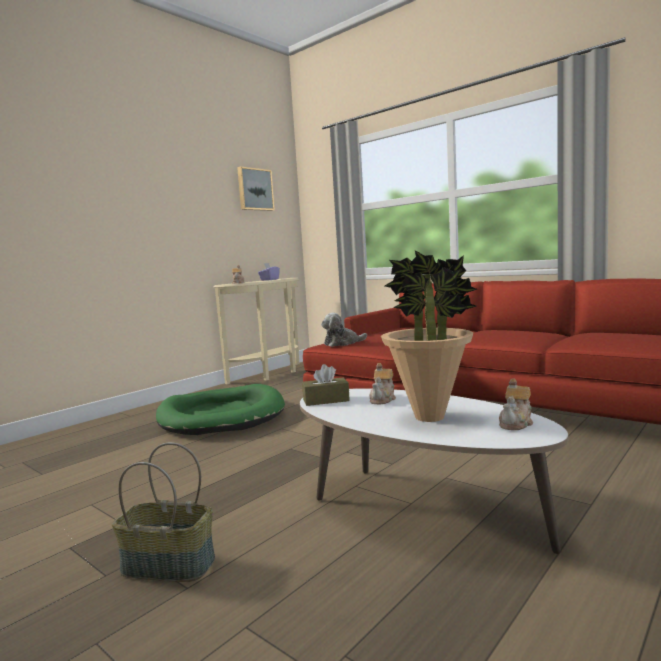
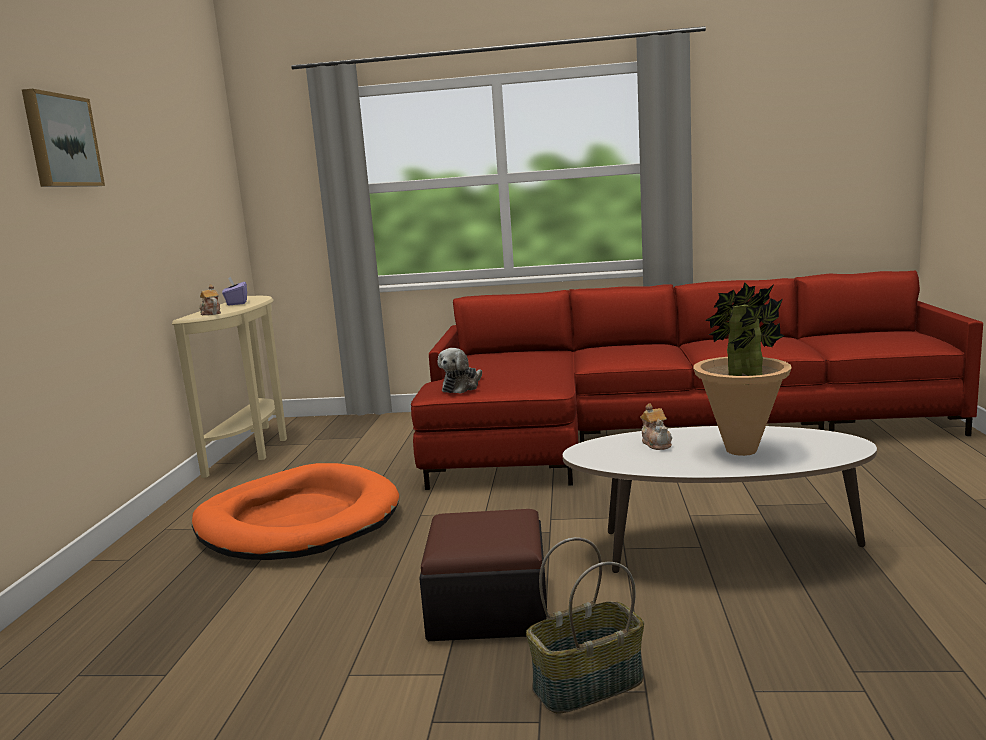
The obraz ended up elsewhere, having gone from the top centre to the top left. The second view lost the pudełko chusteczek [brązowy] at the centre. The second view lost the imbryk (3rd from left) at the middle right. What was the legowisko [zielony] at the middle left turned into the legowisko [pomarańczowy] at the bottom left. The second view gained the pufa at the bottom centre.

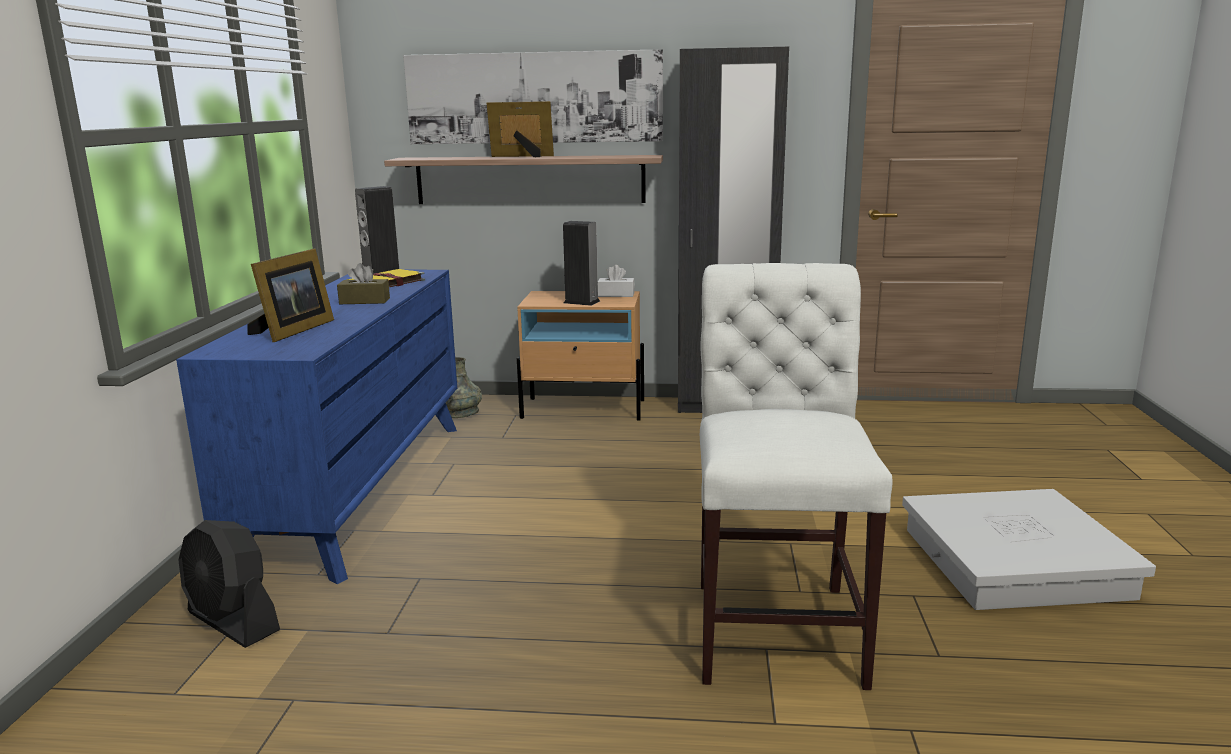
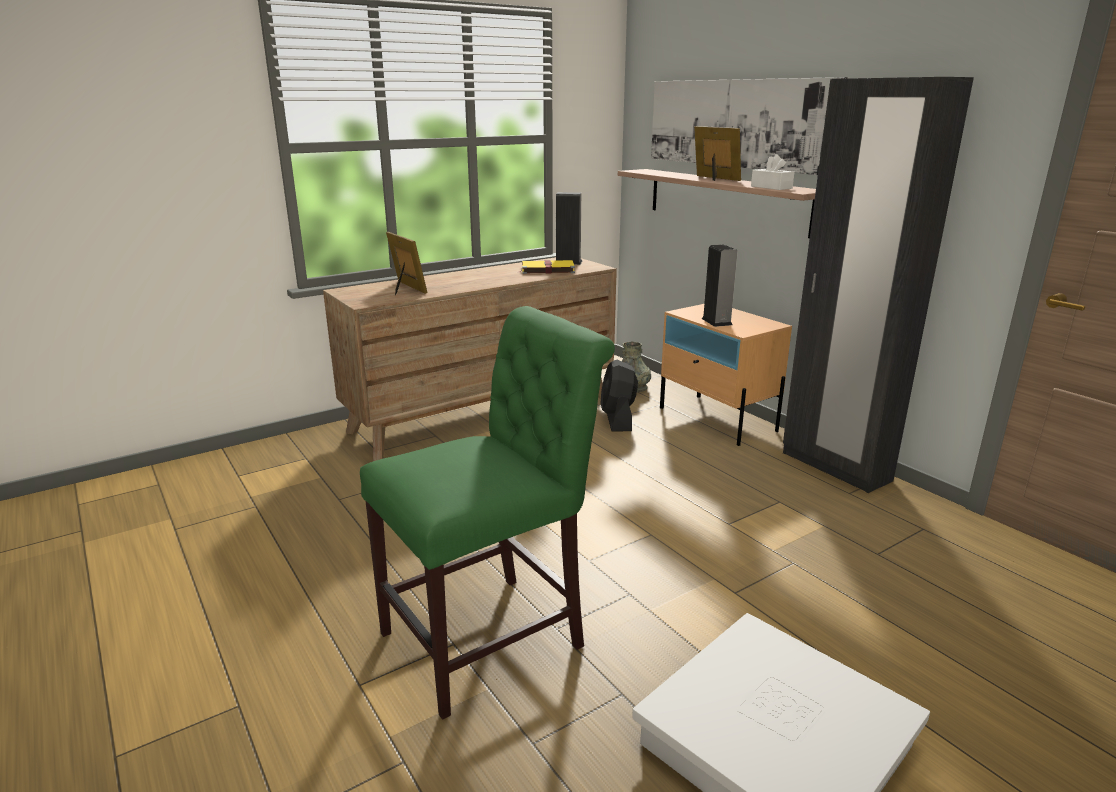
The ramka na zdjęcie (1st from left) at the middle left ended up facing another way, 105 degrees counterclockwise from before. The second view lost the pudełko chusteczek [brązowy] at the middle left. What was the krzesło [biały] at the centre turned into the krzesło [zielony] at the centre. The pudełko chusteczek [biały] ended up elsewhere, having gone from the centre to the top right. What was the komoda [niebieski] at the middle left turned into the komoda [brązowy] at the centre. The wentylator [czarny] ended up elsewhere, having gone from the bottom left to the centre.

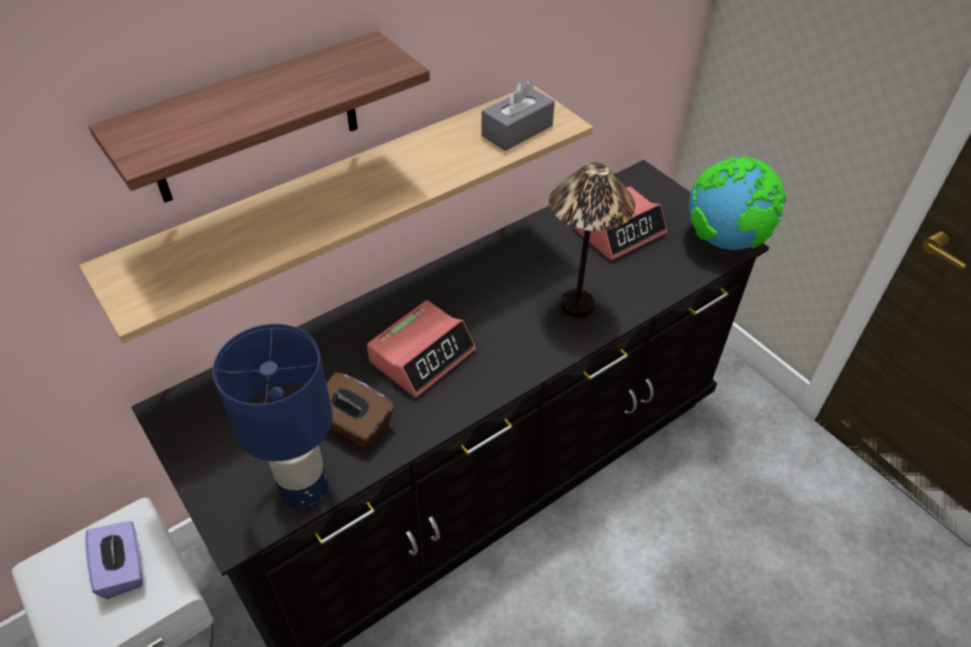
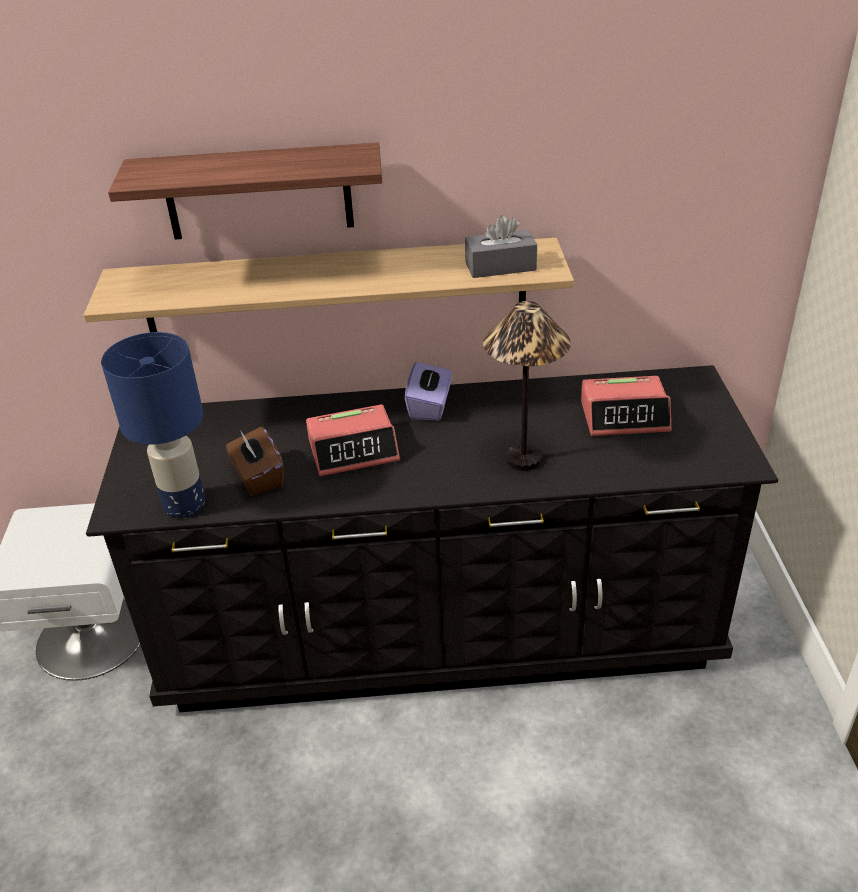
The second view lost the globus at the top right. The pudełko chusteczek [fioletowy] ended up elsewhere, having gone from the bottom left to the centre.

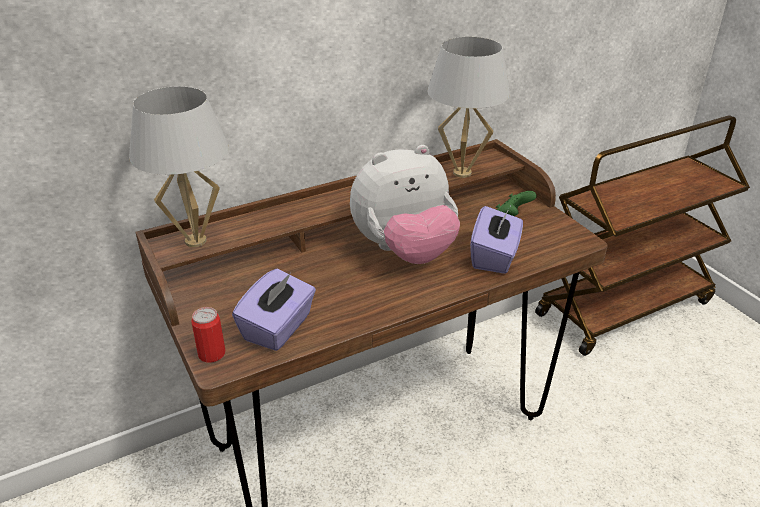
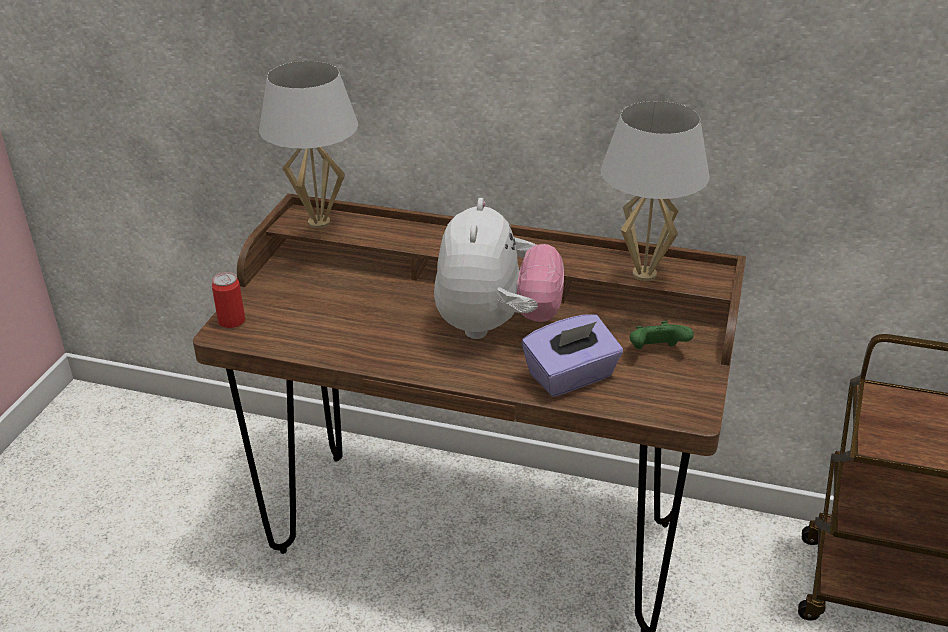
The pluszak at the centre ended up facing another way, 105 degrees counterclockwise from before. The second view lost the pudełko chusteczek [fioletowy] (1st from left) at the centre.

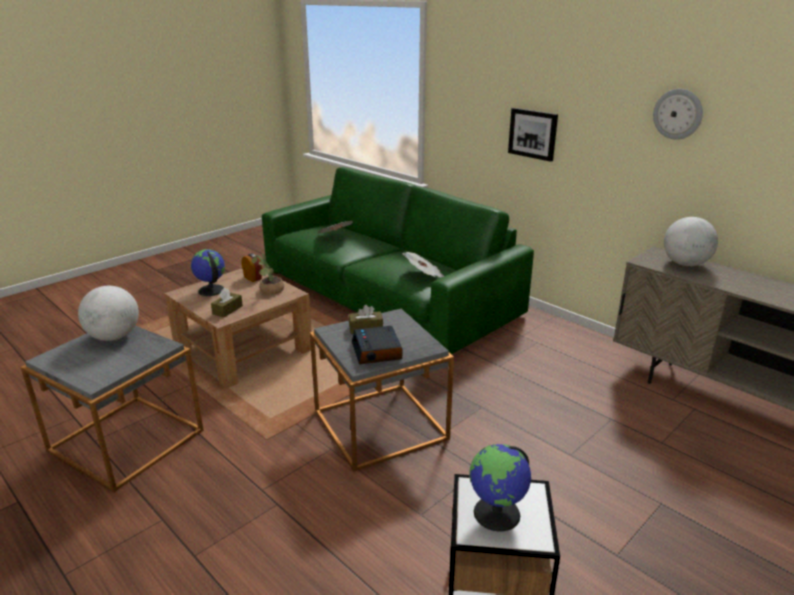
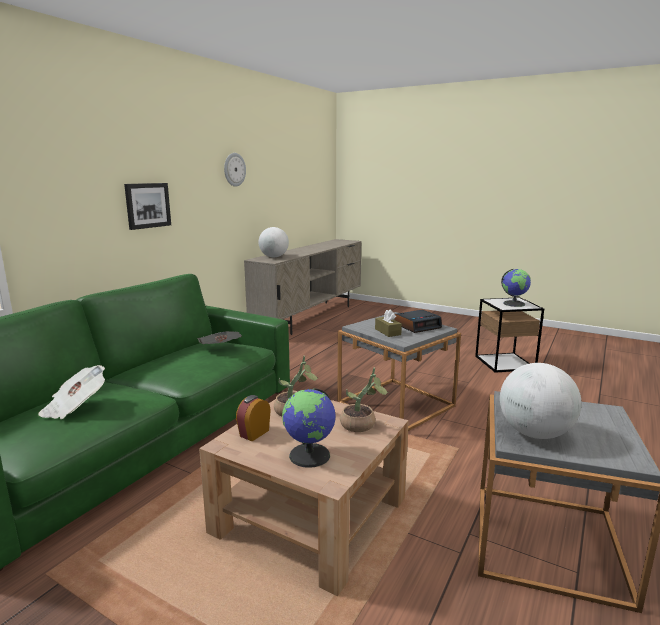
Where the pudełko chusteczek [brązowy] (1st from left) stood at the middle left, the roślina doniczkowa (2nd from left) came to stand at the centre.

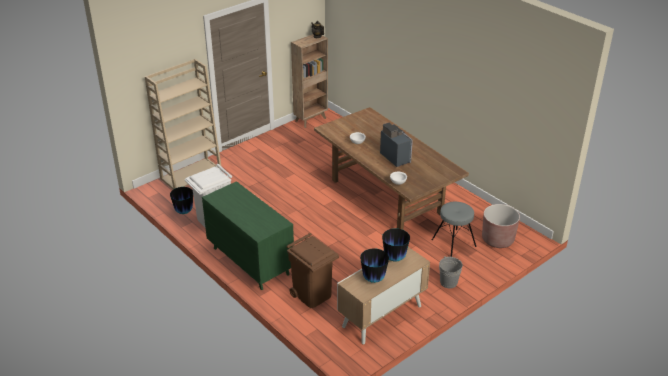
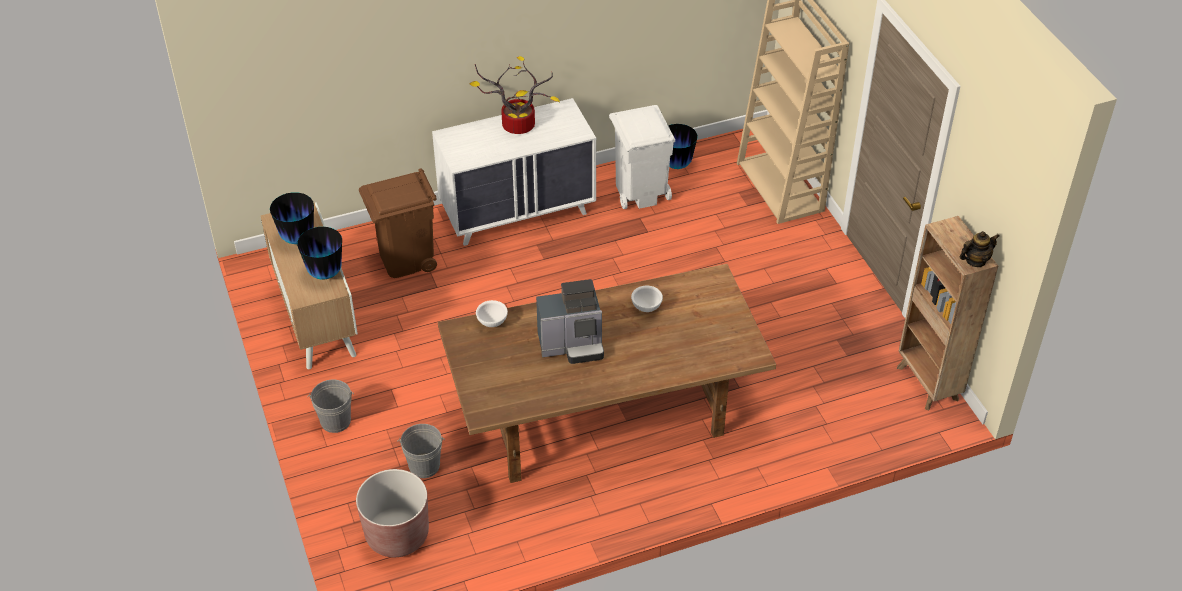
What was the komoda [zielony] at the centre turned into the komoda [biały] at the top centre. Where the stołek [szary] stood at the middle right, the wiadro [szary] (2nd from left) came to stand at the bottom centre. The second view gained the roślina doniczkowa at the top centre.

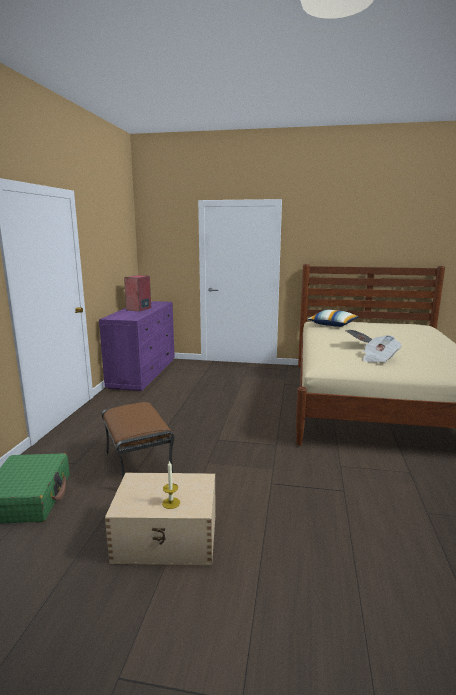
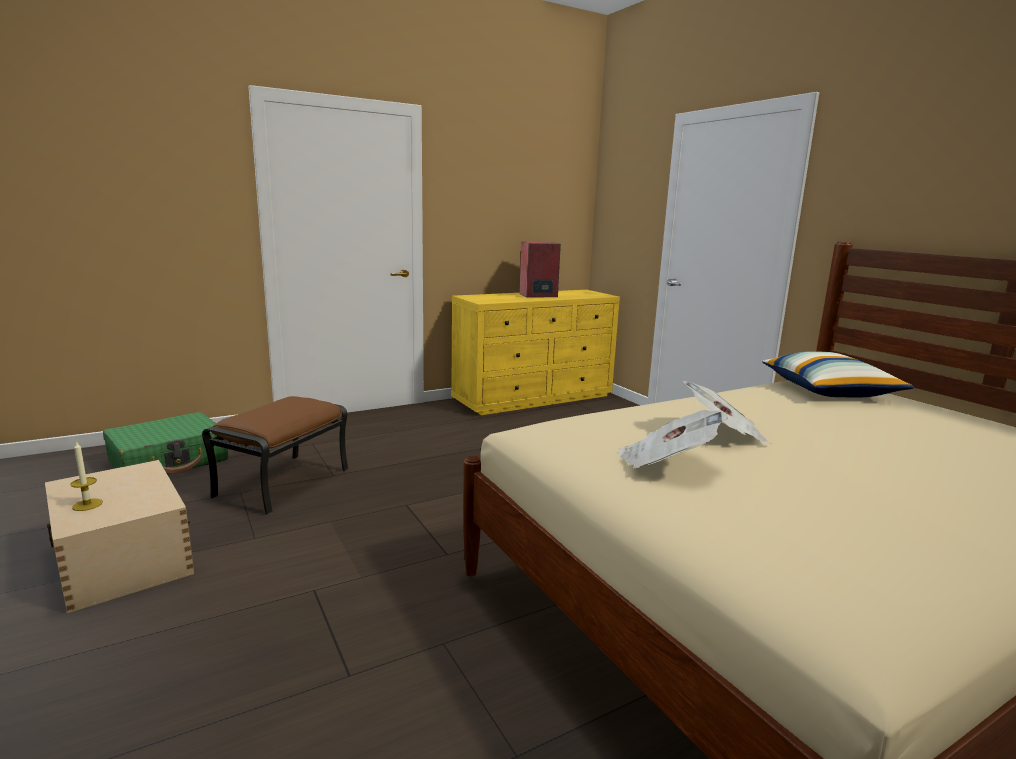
What was the komoda [fioletowy] at the middle left turned into the komoda [żółty] at the centre.

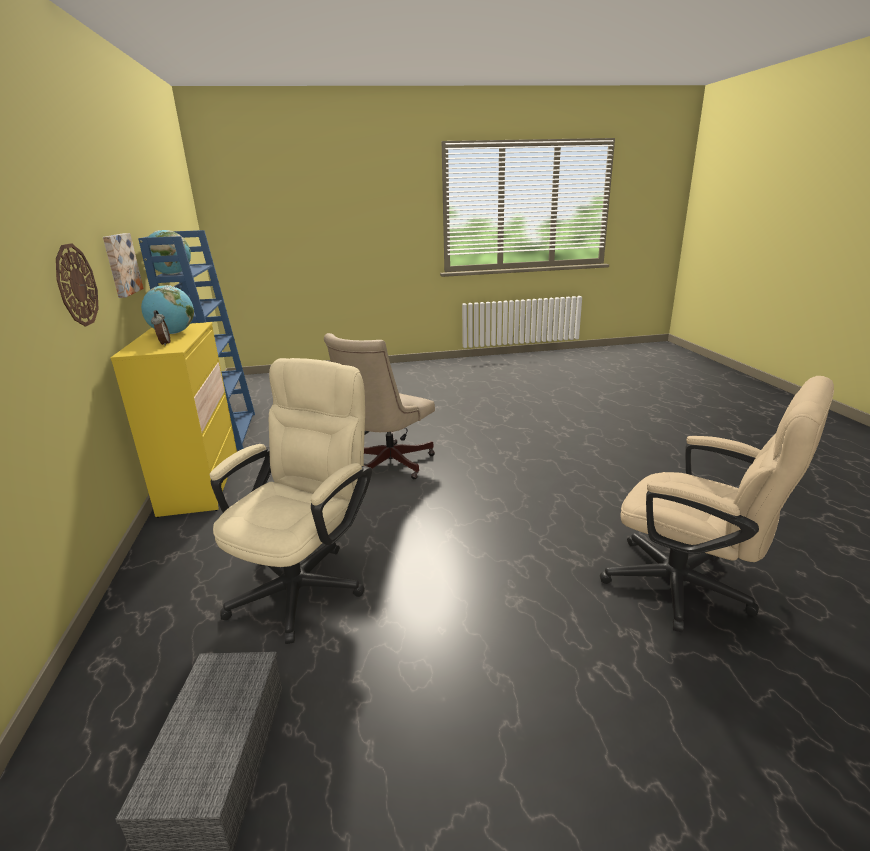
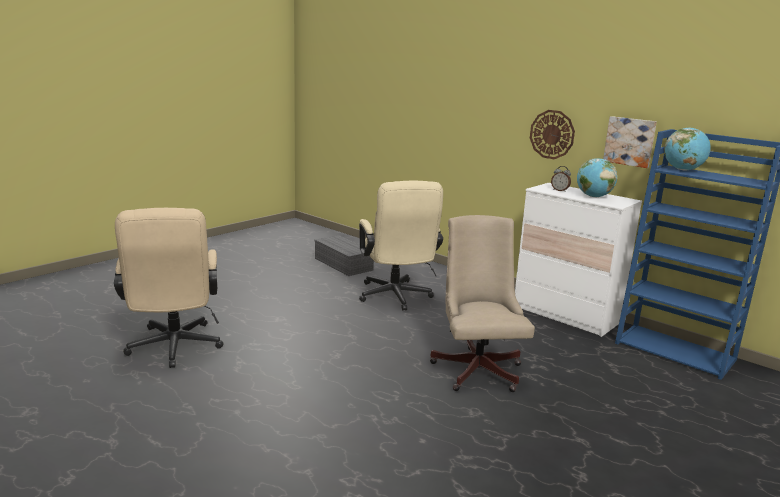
What was the komoda [żółty] at the middle left turned into the komoda [biały] at the middle right. The krzesło biurowe [beżowy] (3rd from left in the first image) at the middle right ended up facing another way, 105 degrees counterclockwise from before.

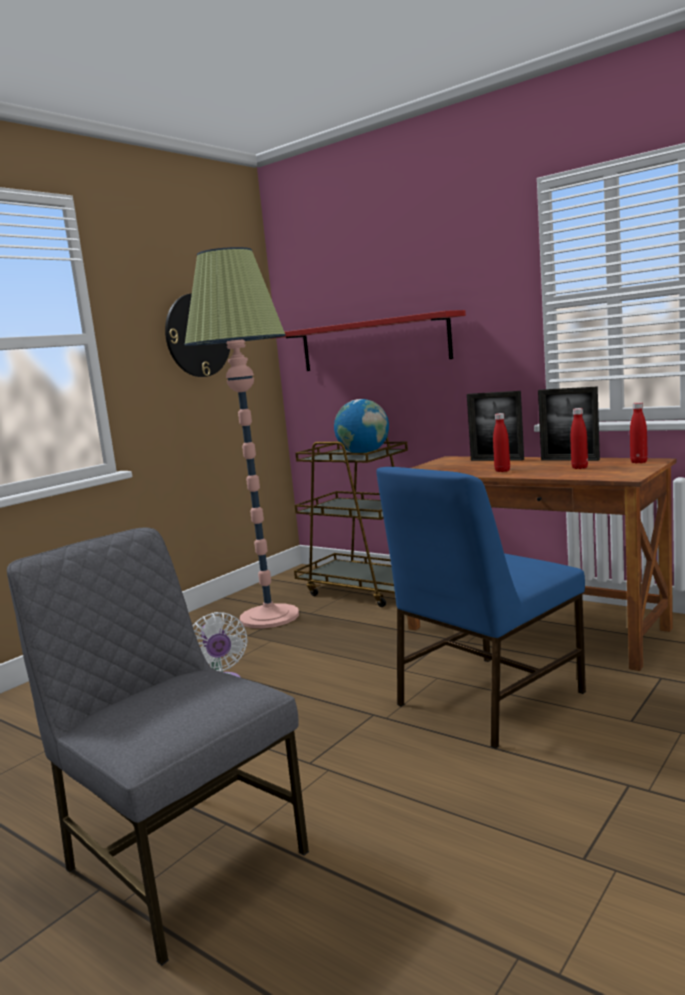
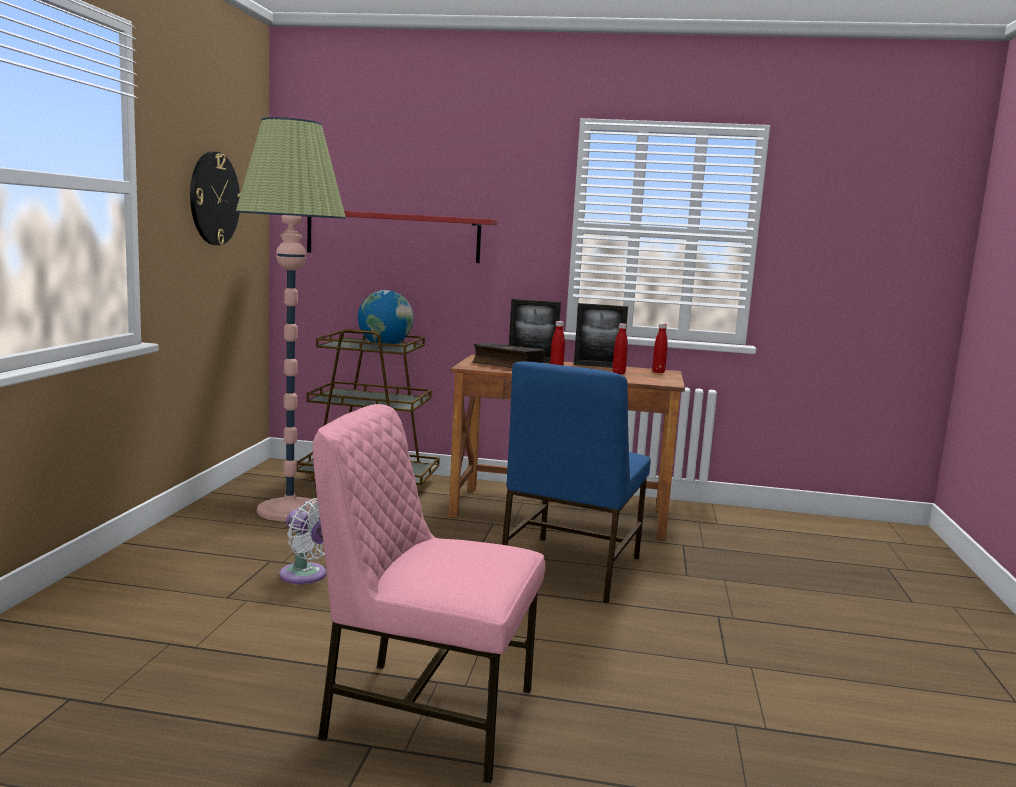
What was the krzesło [szary] at the bottom left turned into the krzesło [różowy] at the bottom centre. The second view gained the książka at the centre.

